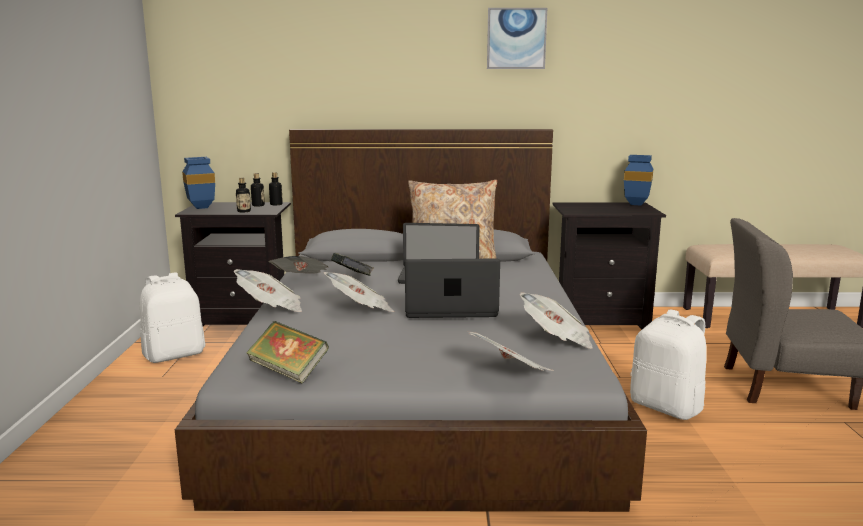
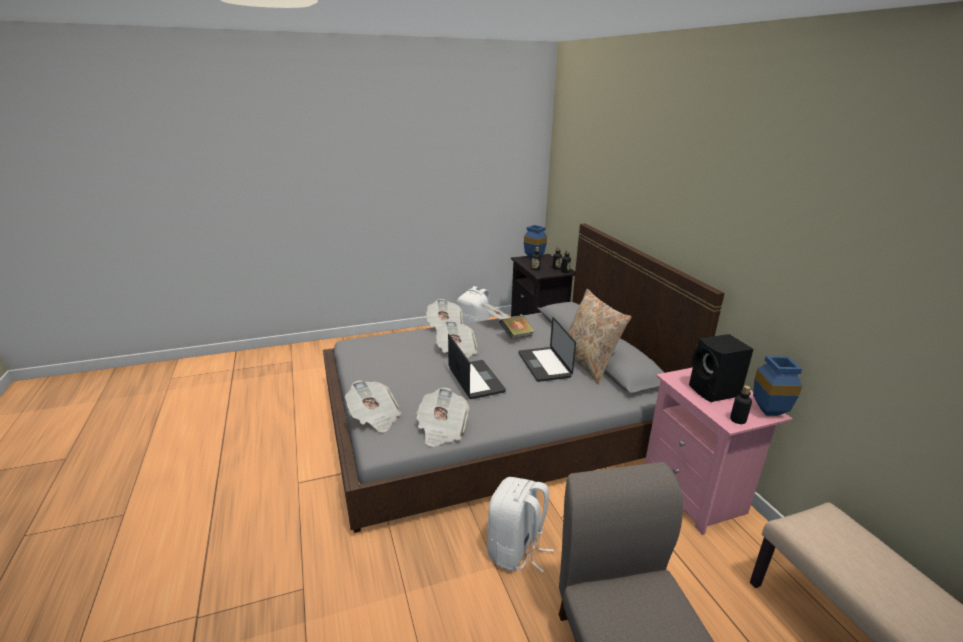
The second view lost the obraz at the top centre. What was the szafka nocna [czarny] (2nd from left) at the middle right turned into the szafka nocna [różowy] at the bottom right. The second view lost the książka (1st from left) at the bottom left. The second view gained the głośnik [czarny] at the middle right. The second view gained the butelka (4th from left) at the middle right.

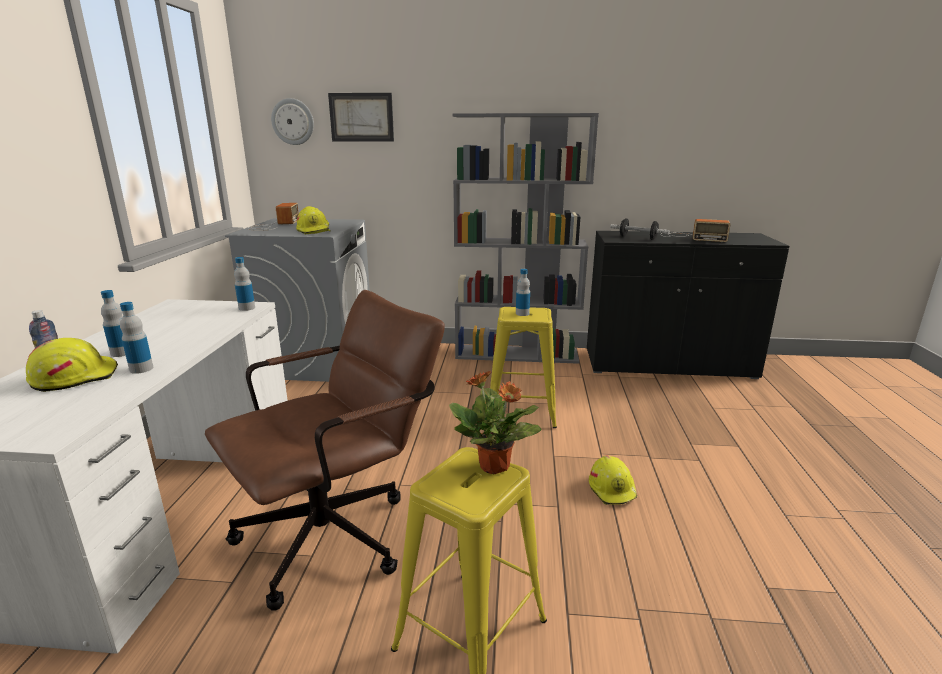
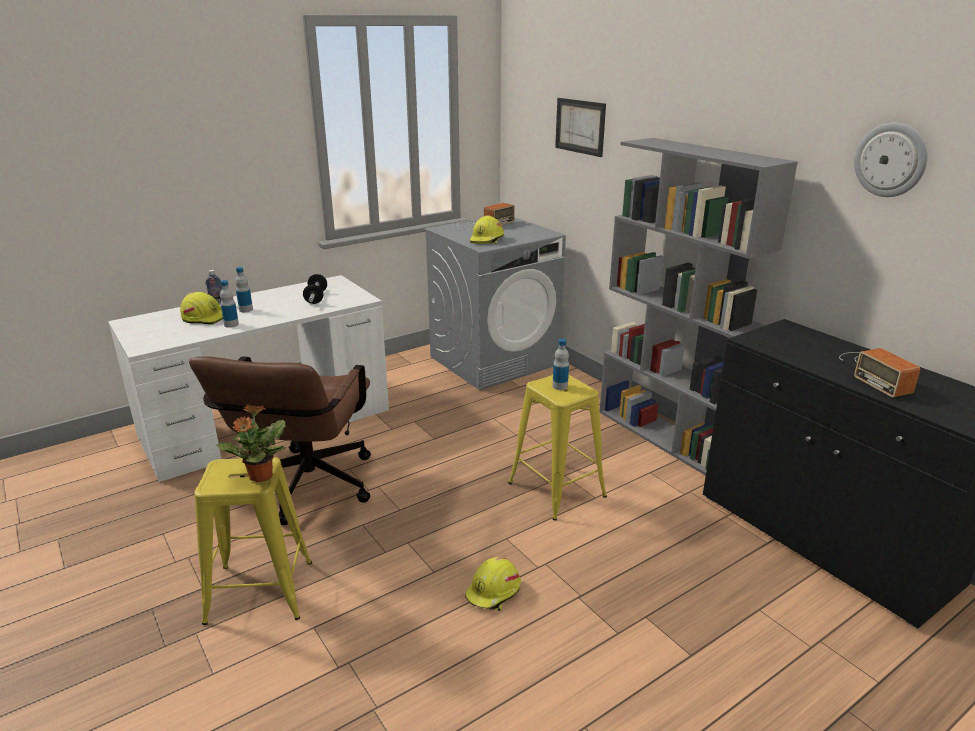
The zegar ścienny ended up elsewhere, having gone from the top left to the top right. The hantel ended up elsewhere, having gone from the middle right to the middle left. The second view lost the butelka (4th from left) at the middle left. The krzesło biurowe [brązowy] at the bottom centre ended up facing another way, 90 degrees clockwise from before.

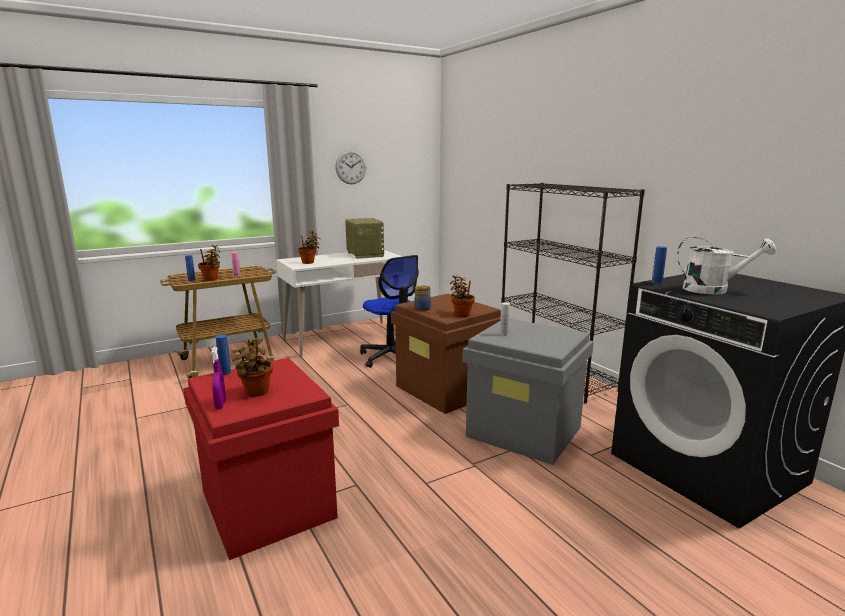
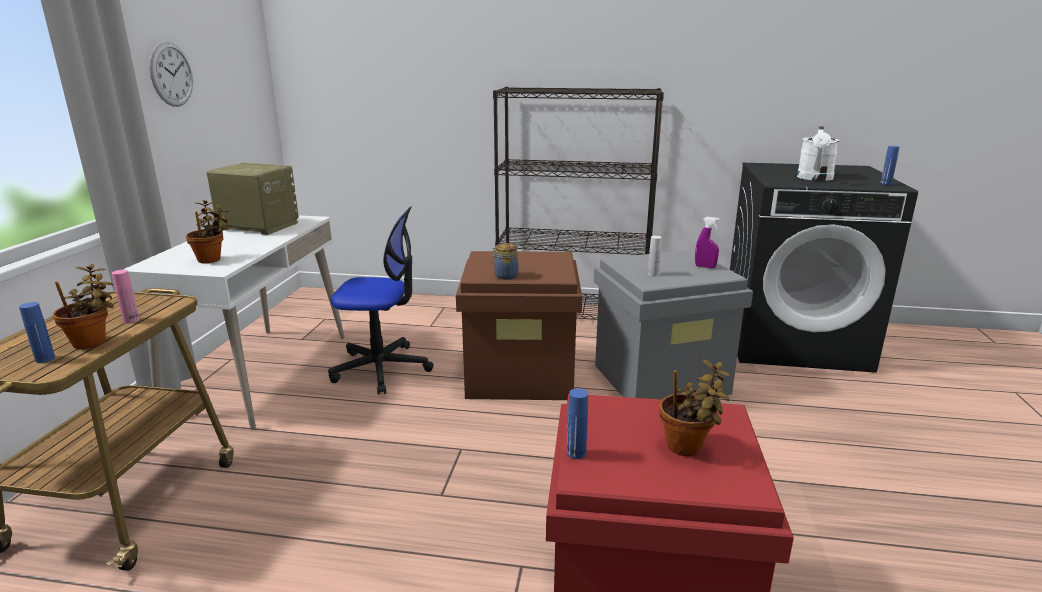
The konewka [biały] at the middle right ended up facing another way, 150 degrees clockwise from before. The butelka [niebieski] (3rd from left) ended up elsewhere, having gone from the middle right to the top right. The second view lost the roślina doniczkowa (4th from left) at the centre. The spryskiwacz [fioletowy] ended up elsewhere, having gone from the middle left to the middle right.

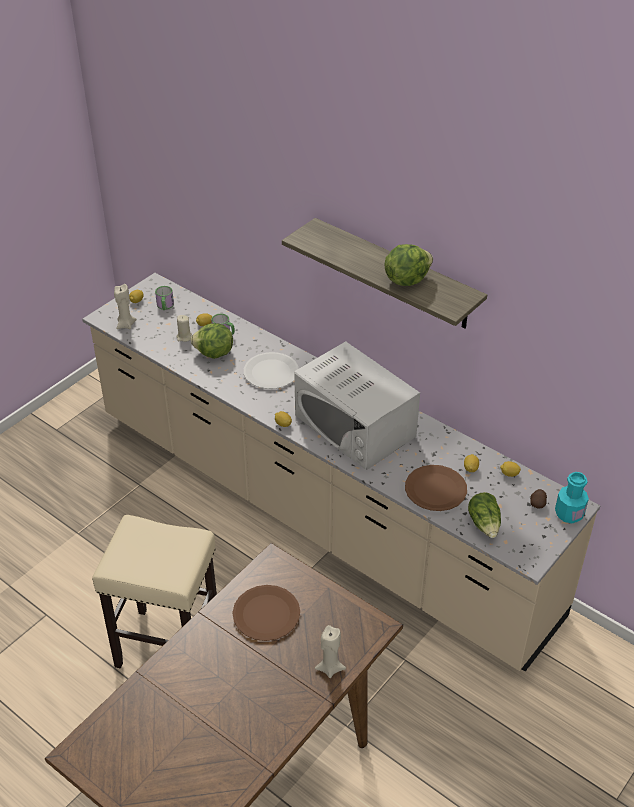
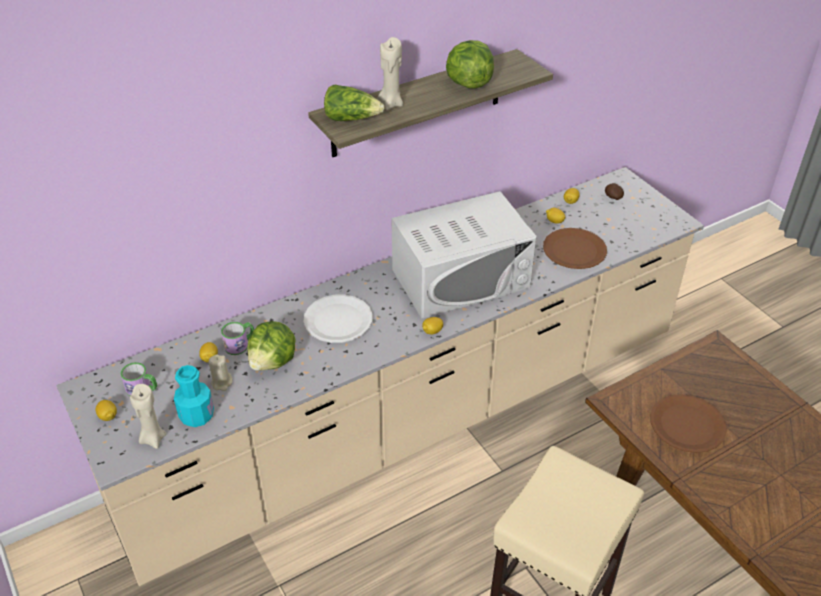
The butelka [turkusowy] ended up elsewhere, having gone from the middle right to the middle left. The sałata (3rd from left in the first image) ended up elsewhere, having gone from the middle right to the top centre. The świeca [beżowy] (3rd from left) ended up elsewhere, having gone from the bottom centre to the top centre.

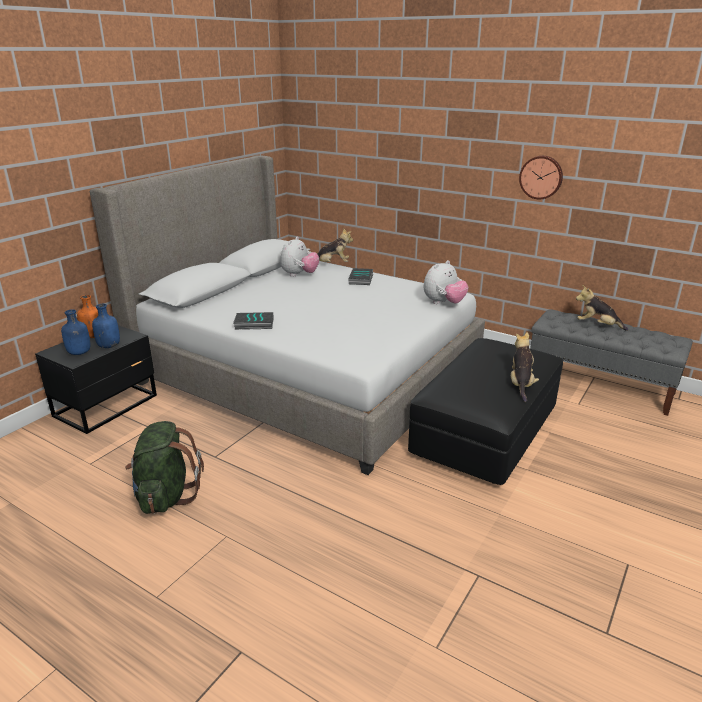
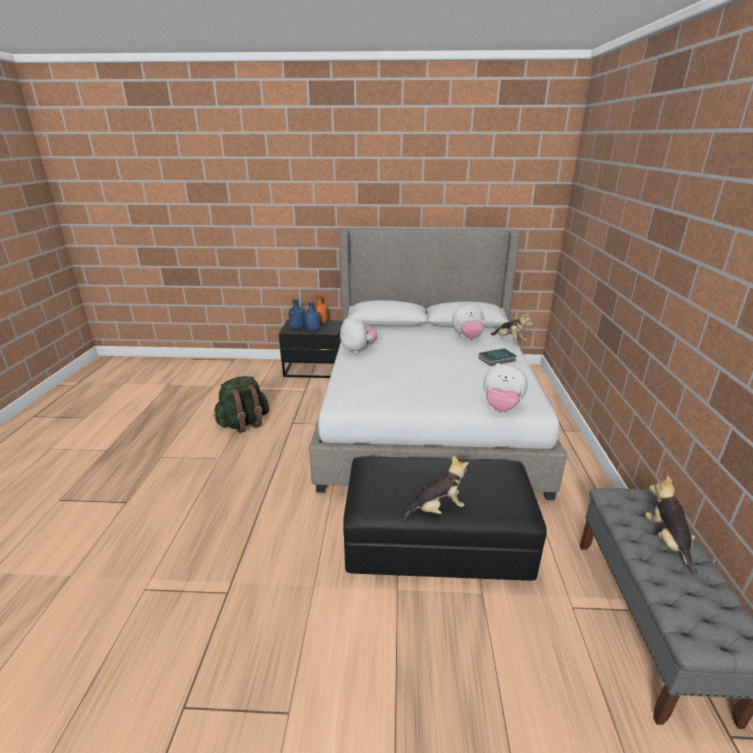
The second view lost the zegar ścienny at the top right. Where the książka (1st from left) stood at the centre, the pluszak (1st from left) came to stand at the centre.

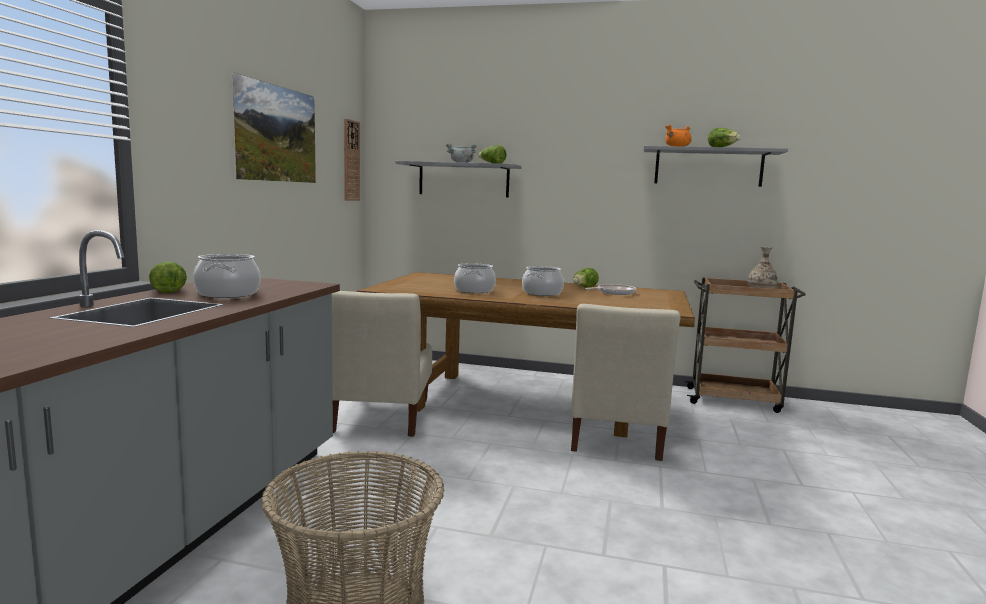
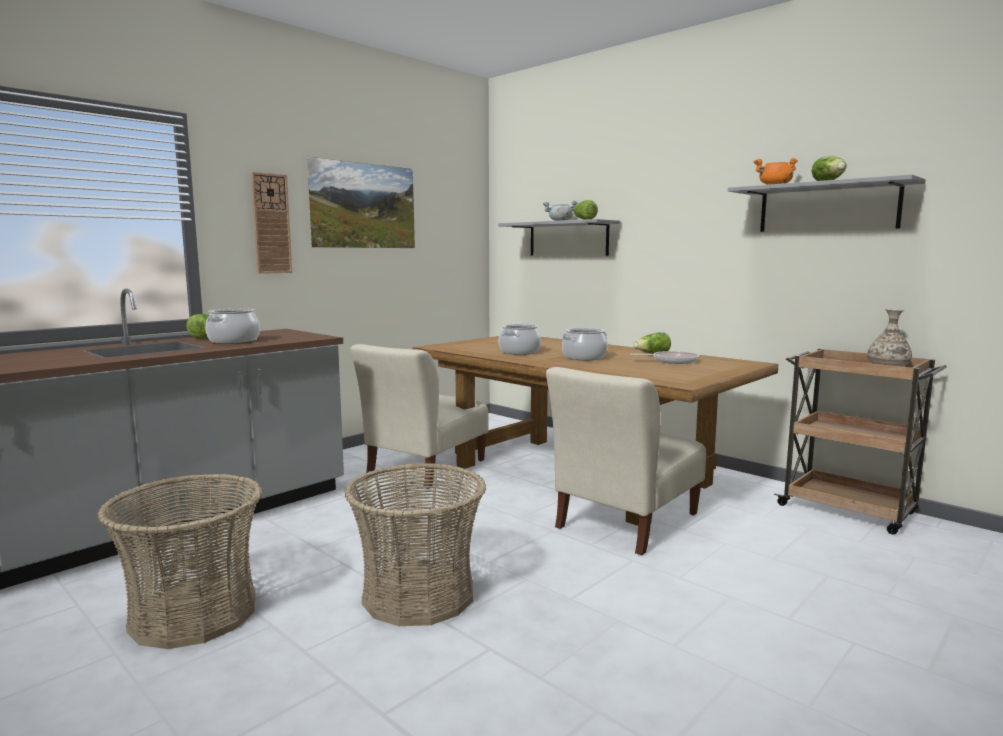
The zegar ścienny ended up elsewhere, having gone from the top centre to the top left. The second view gained the koszyk (2nd from left) at the bottom centre.

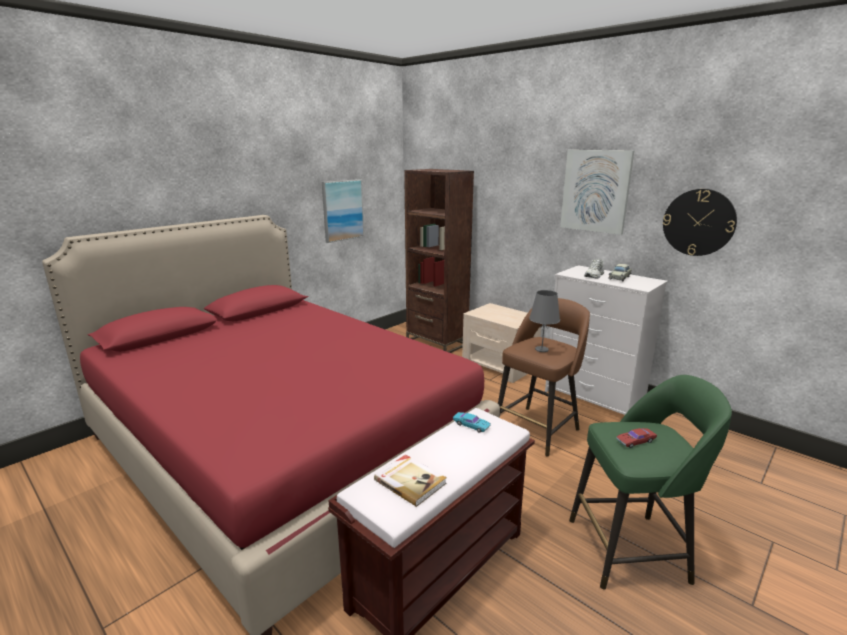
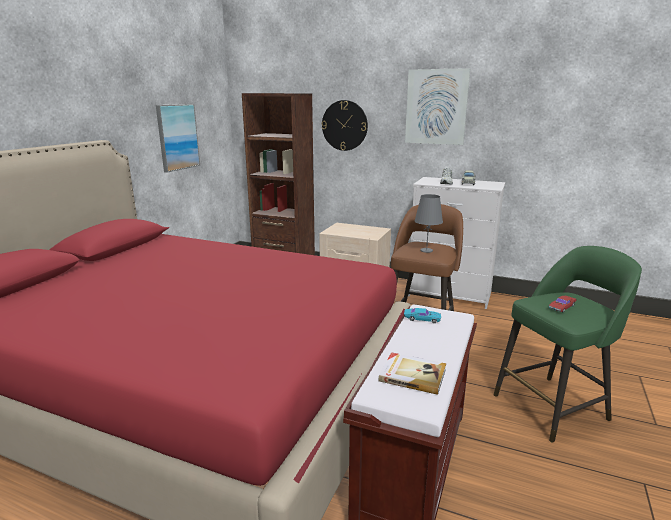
The zegar ścienny ended up elsewhere, having gone from the middle right to the top centre.

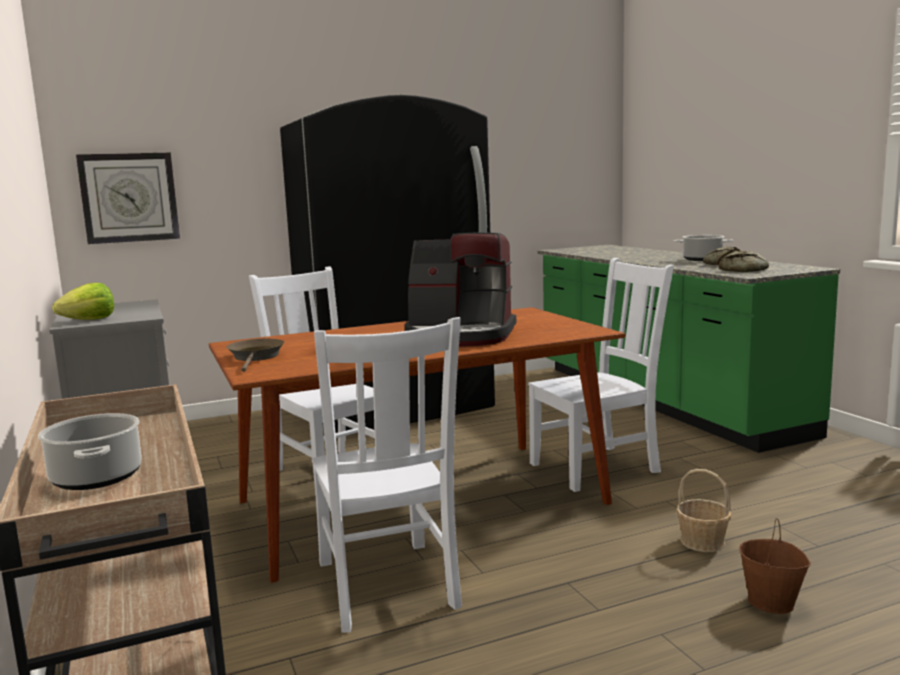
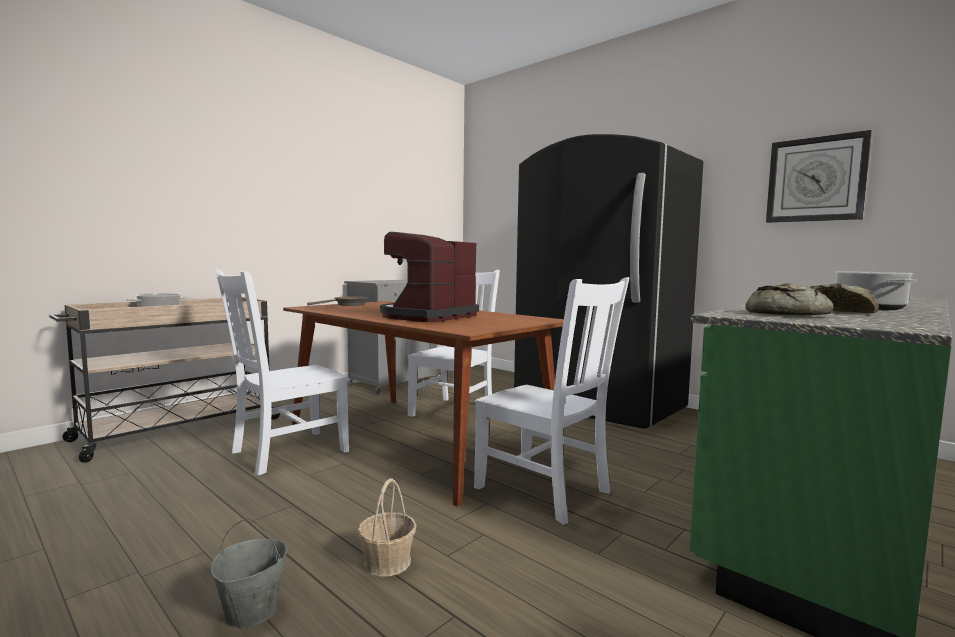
The zegar ścienny ended up elsewhere, having gone from the top left to the top right. The ekspres do kawy at the centre ended up facing another way, 45 degrees clockwise from before. The second view lost the sałata at the middle left. What was the wiadro [brązowy] at the bottom right turned into the wiadro [szary] at the bottom left.

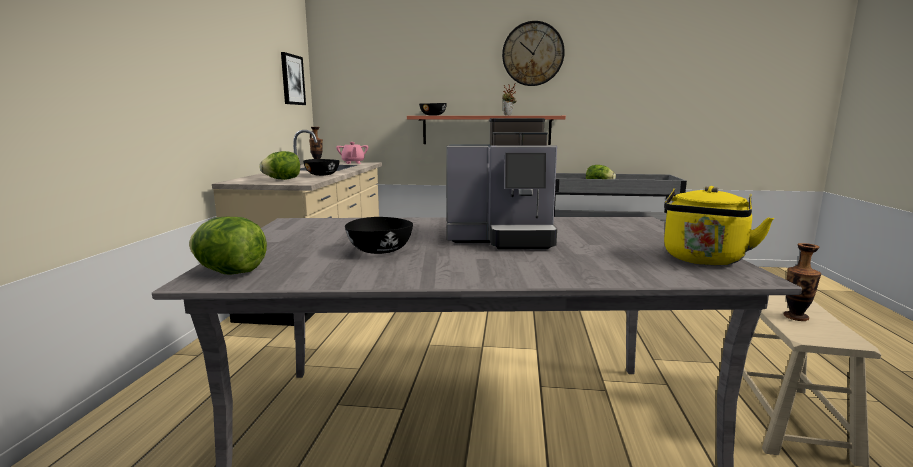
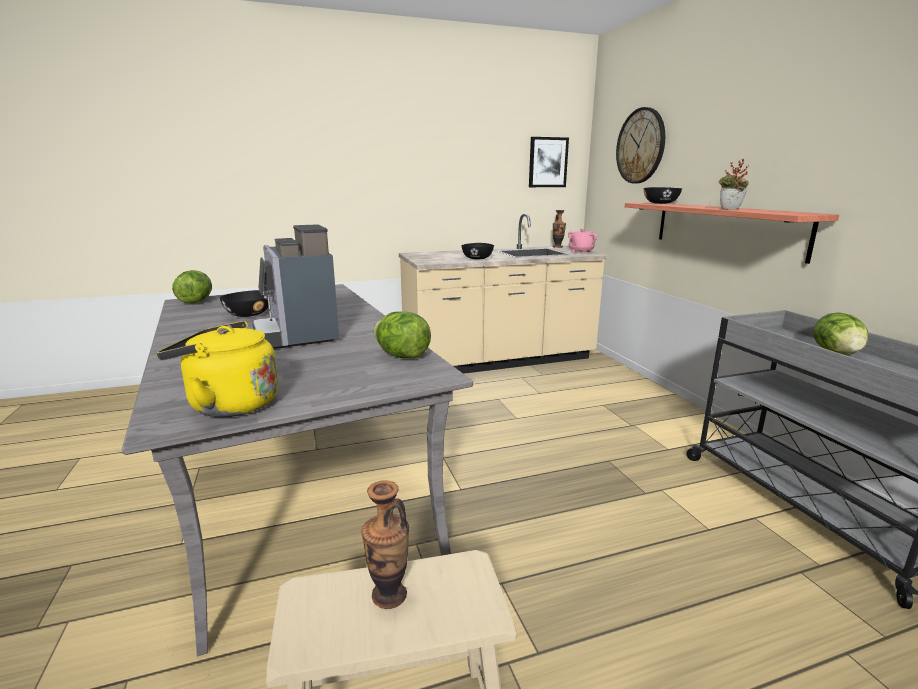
The zegar ścienny ended up elsewhere, having gone from the top centre to the top right. The sałata (2nd from left) ended up elsewhere, having gone from the middle left to the centre.

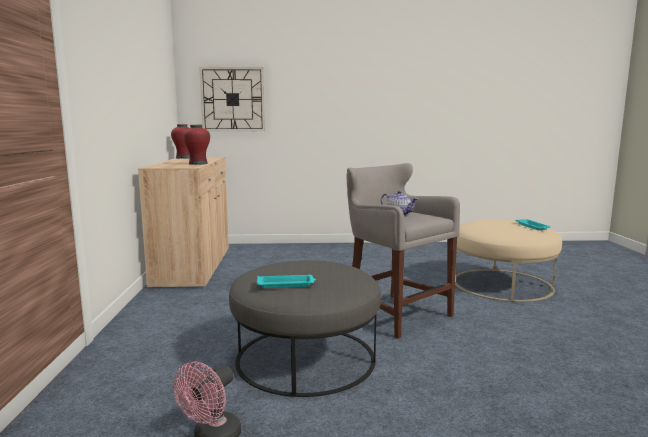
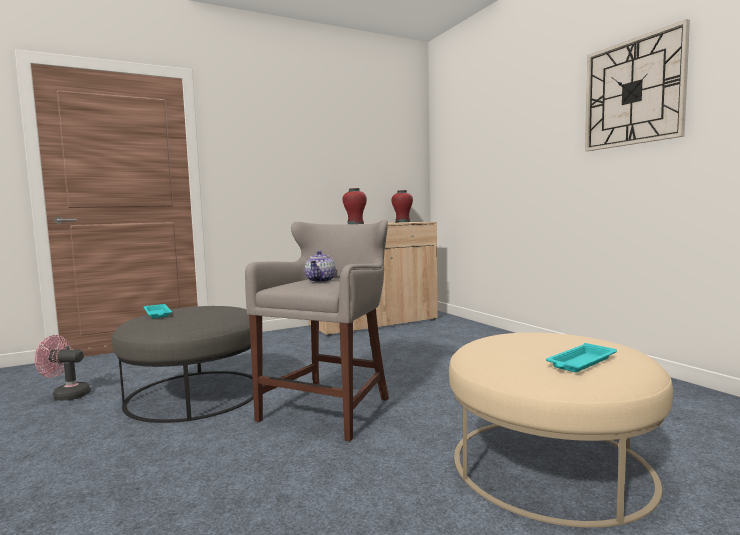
The zegar ścienny ended up elsewhere, having gone from the top centre to the top right.

